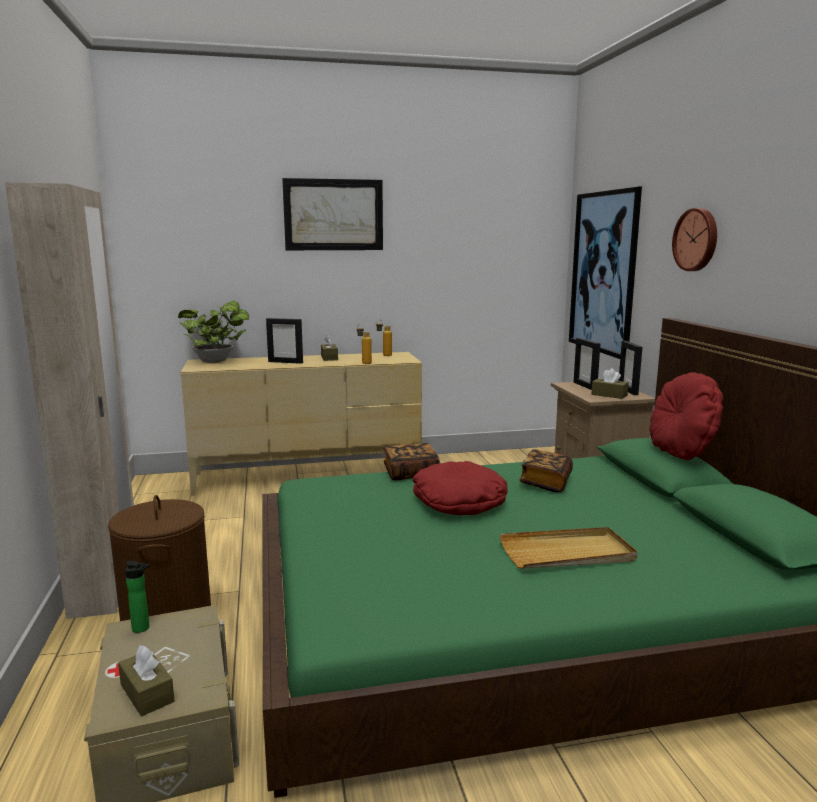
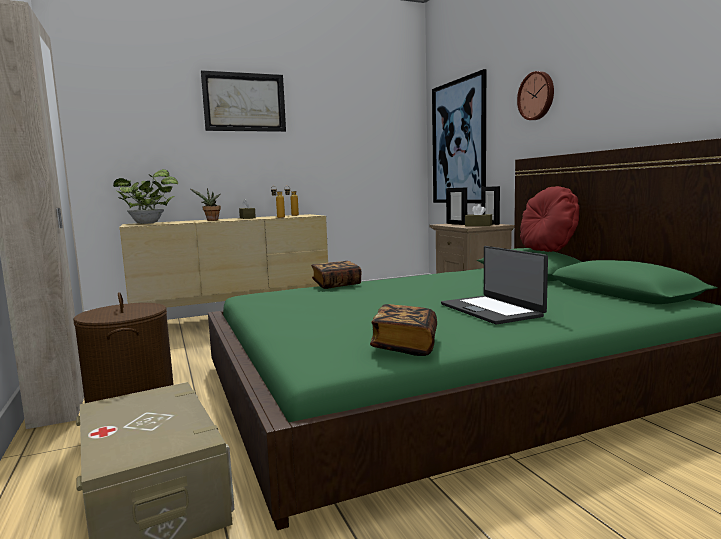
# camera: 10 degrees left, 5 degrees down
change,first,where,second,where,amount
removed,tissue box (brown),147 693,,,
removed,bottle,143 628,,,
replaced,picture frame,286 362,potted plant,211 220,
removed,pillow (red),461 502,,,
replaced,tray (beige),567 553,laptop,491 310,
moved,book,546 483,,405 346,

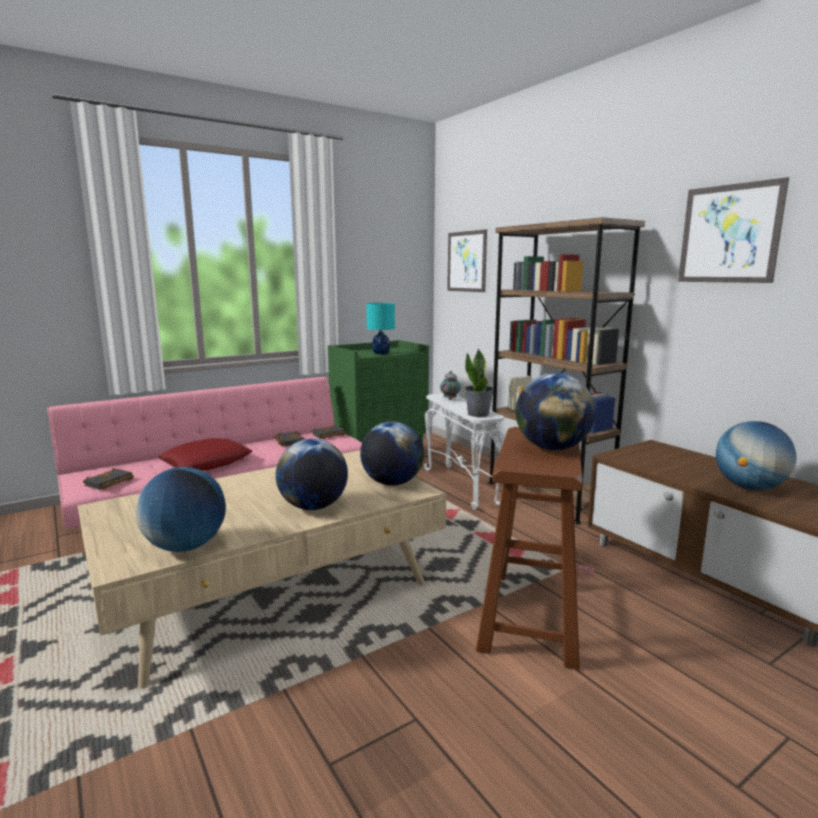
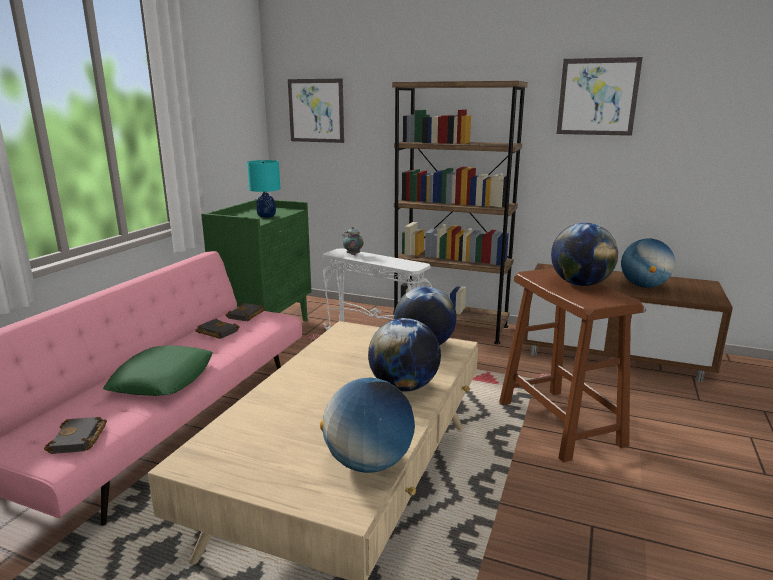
# camera: 35 degrees left, 5 degrees up
change,first,where,second,where,amount
recoloured,pillow (red),207 462,pillow (green),163 379,
removed,potted plant,478 414,,,

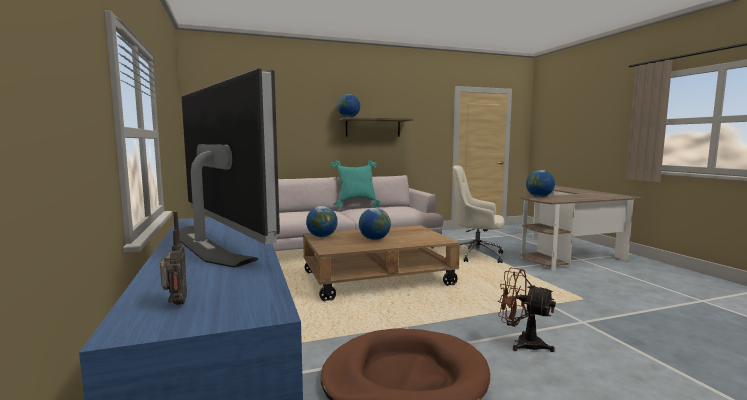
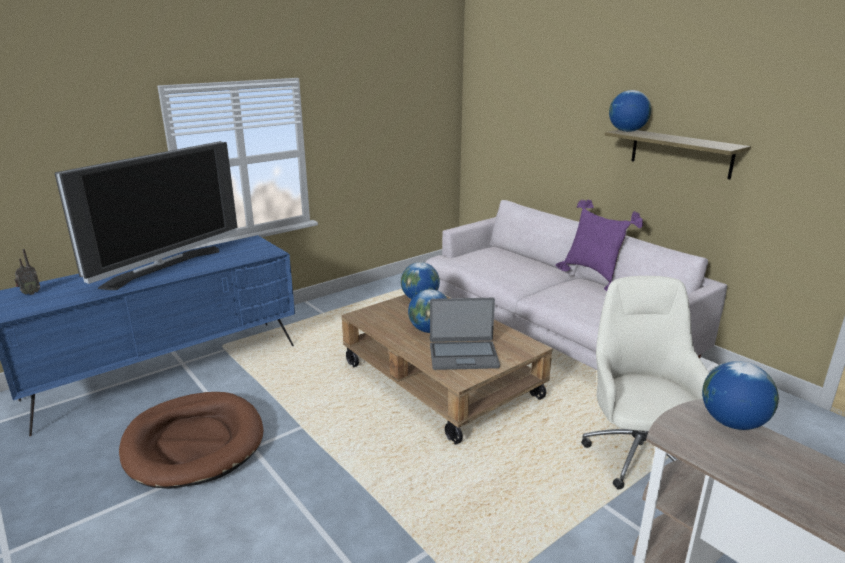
# camera: 70 degrees right, 15 degrees up
change,first,where,second,where,amount
recoloured,pillow (turquoise),356 207,pillow (purple),593 280,
removed,fan (brown),522 343,,,
added,,,laptop,463 356,

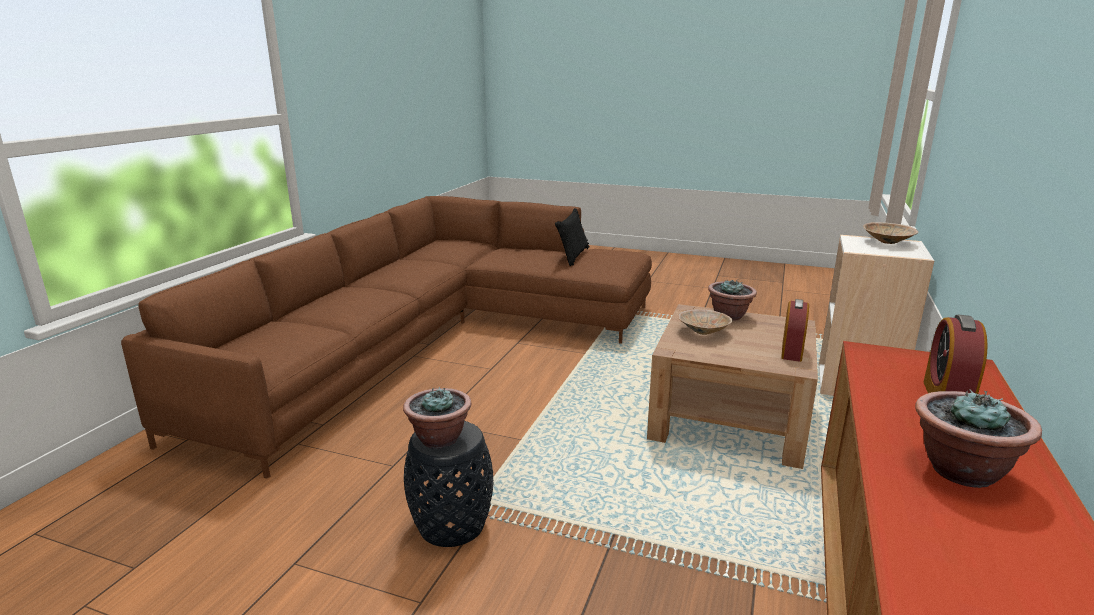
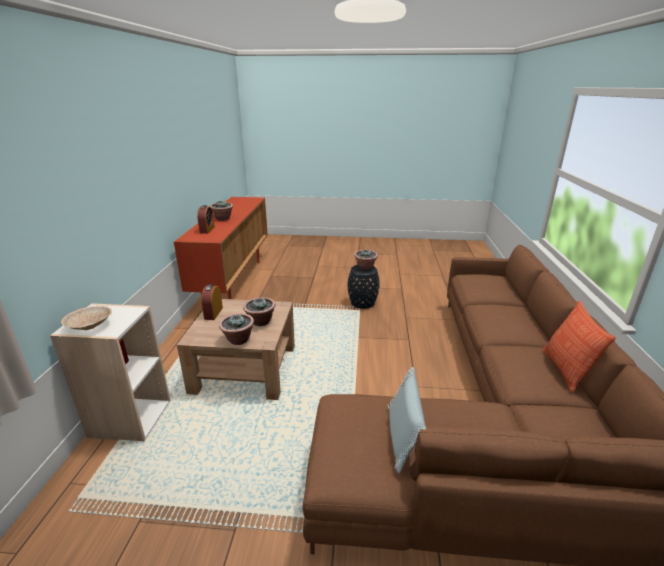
# camera: 165 degrees right, 5 degrees up
change,first,where,second,where,amount
recoloured,pillow (black),572 256,pillow (blue),403 437,
replaced,bowl (beige),704 332,potted plant,260 322,
added,,,pillow (orange),566 371,

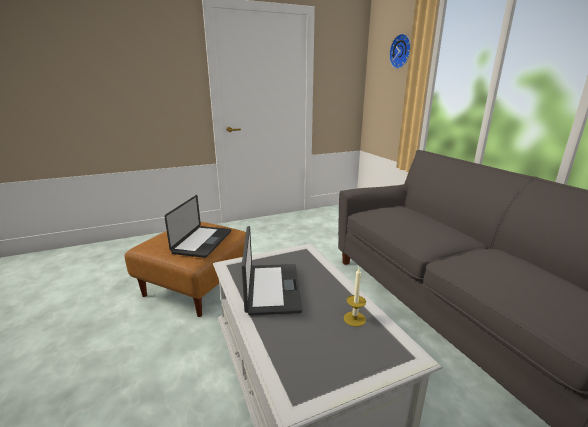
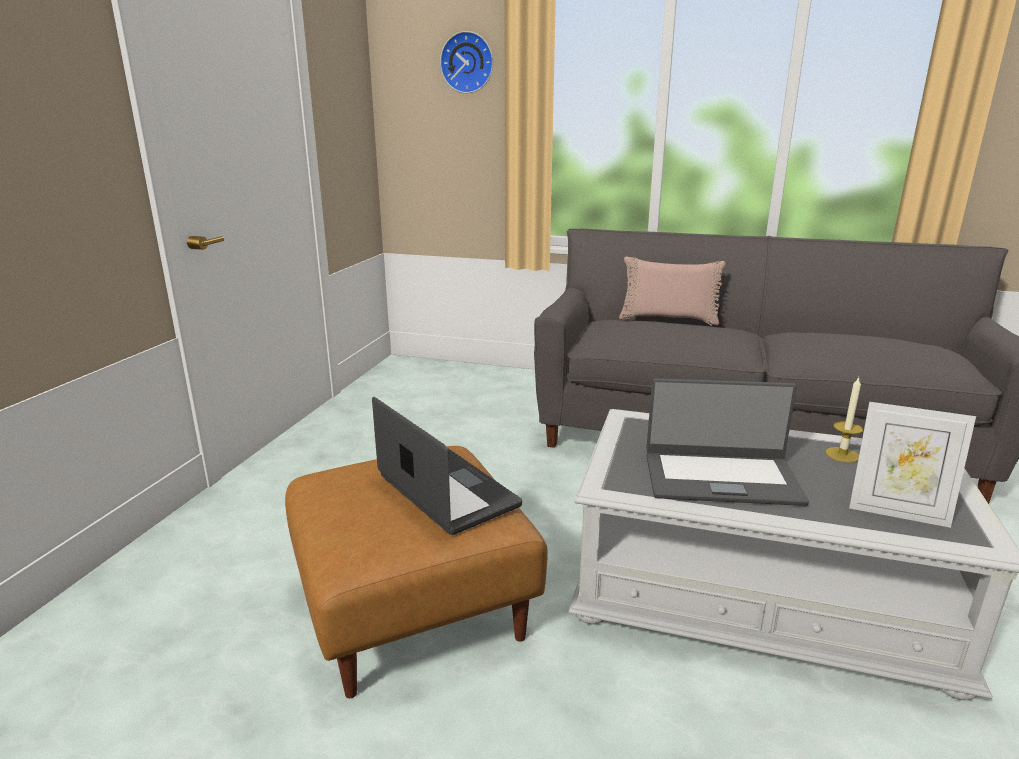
# camera: 50 degrees left, 0 degrees up
change,first,where,second,where,amount
turned,laptop,271 288,,720 478,150 degrees clockwise
added,,,pillow (beige),668 320,
added,,,picture frame,897 512,

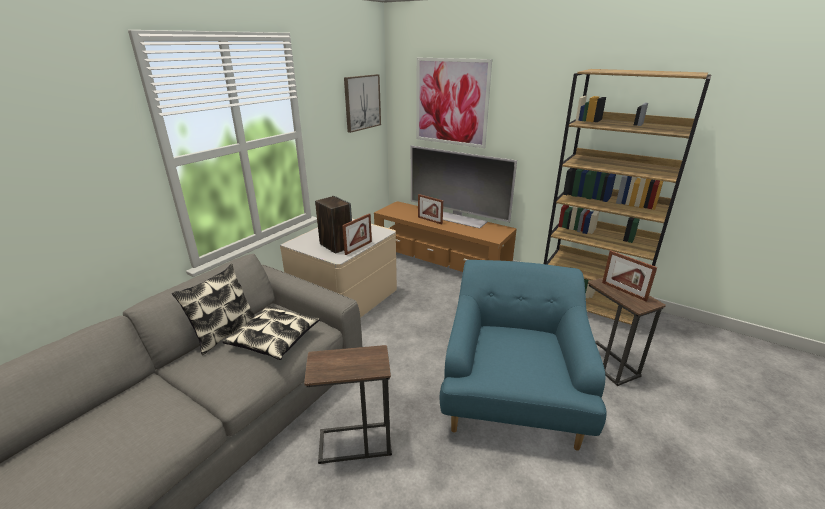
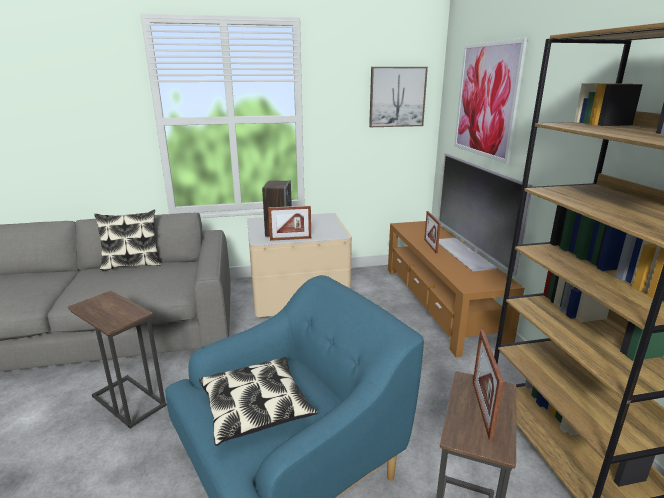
# camera: 45 degrees right, 5 degrees down
change,first,where,second,where,amount
moved,pillow,275 338,,256 407,

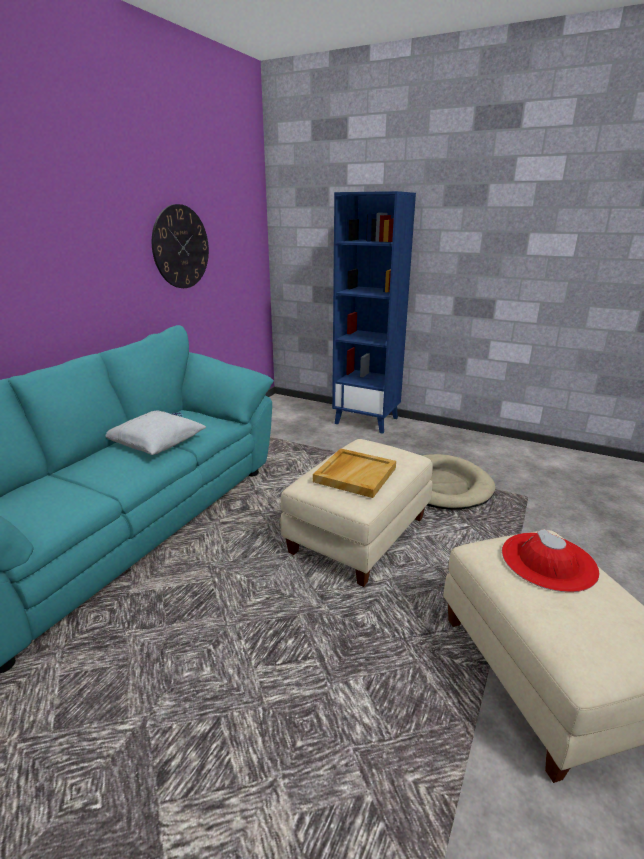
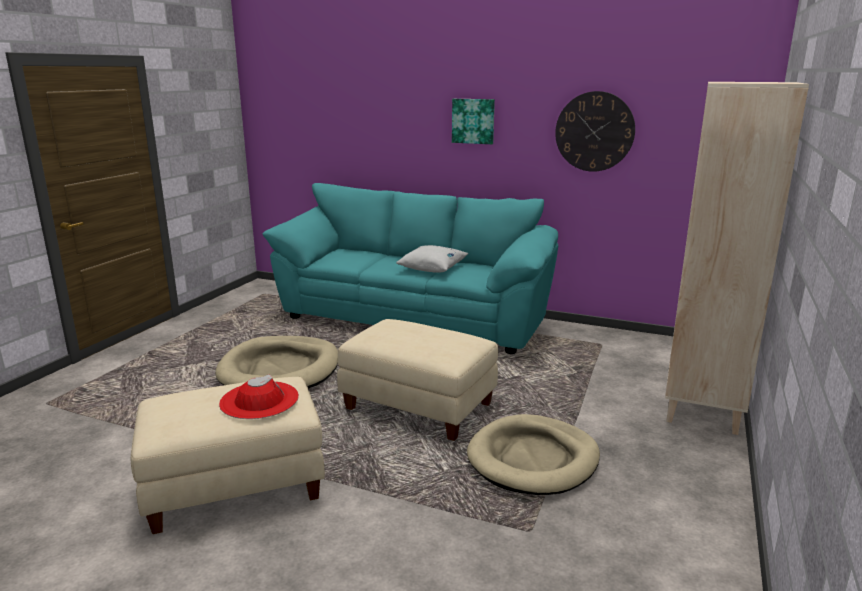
# camera: 85 degrees right, 5 degrees down
change,first,where,second,where,amount
removed,tray (beige),355 474,,,
recoloured,bookcase (blue),367 420,bookcase (beige),702 410,
added,,,dog bed (beige),280 370,
added,,,picture,473 121,

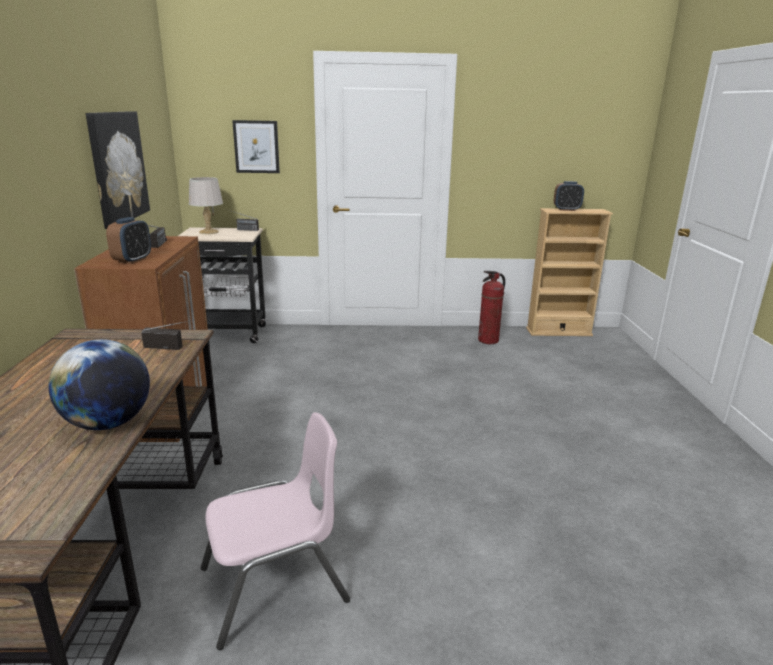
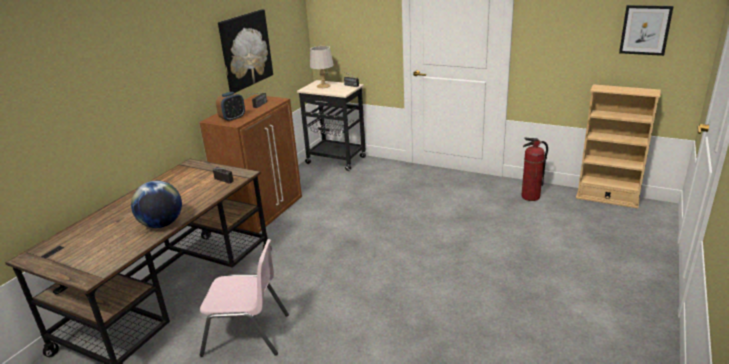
# camera: 30 degrees right, 5 degrees up
change,first,where,second,where,amount
moved,picture,256 147,,645 30,
removed,alarm clock,566 209,,,

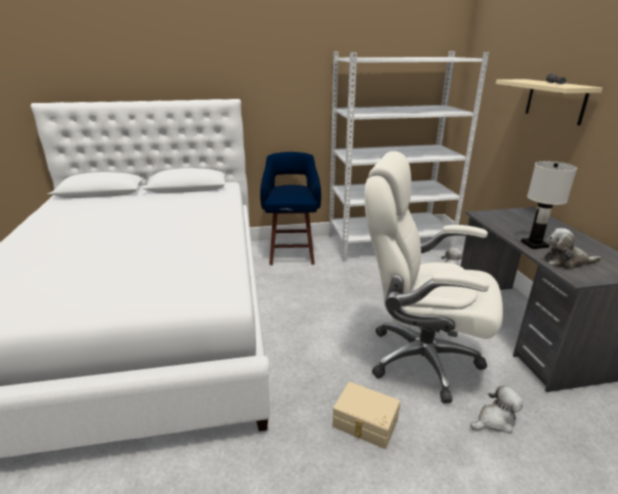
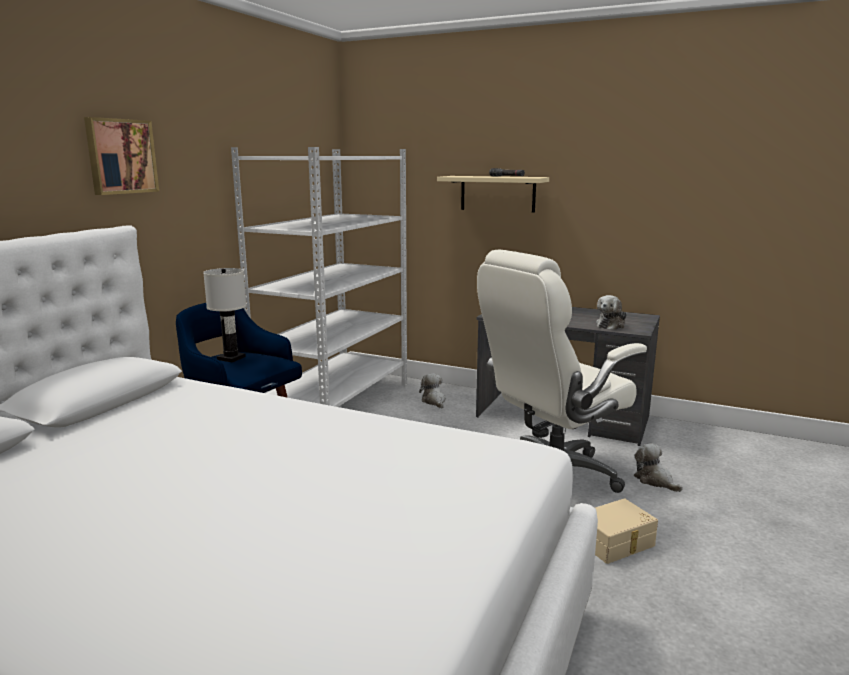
# camera: 55 degrees left, 10 degrees down
change,first,where,second,where,amount
turned,plush toy,495 420,,655 480,45 degrees counterclockwise
moved,table lamp (white),534 244,,230 358,
added,,,picture,120 156,

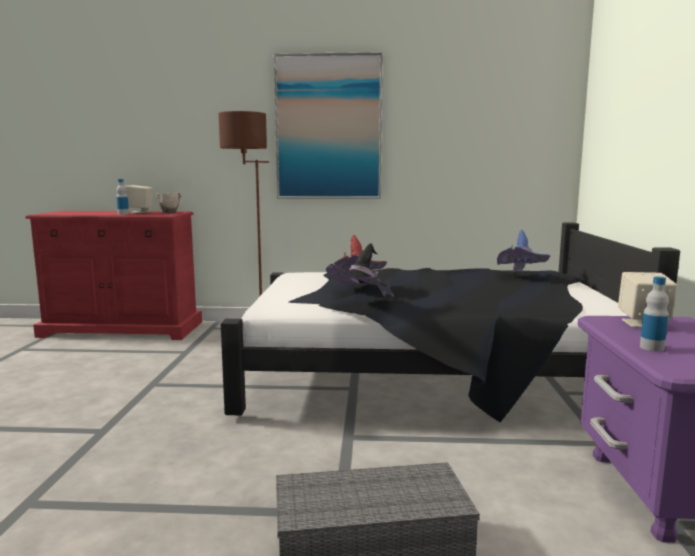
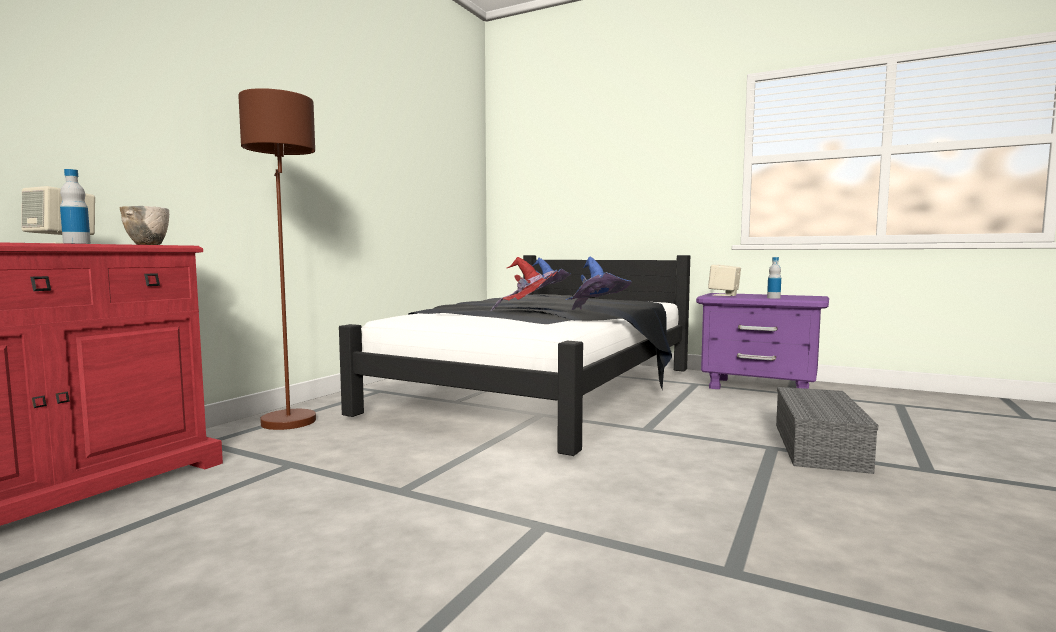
# camera: 65 degrees left, 5 degrees down
change,first,where,second,where,amount
removed,picture,328 127,,,
recoloured,hat (black),362 303,hat (blue),596 313,

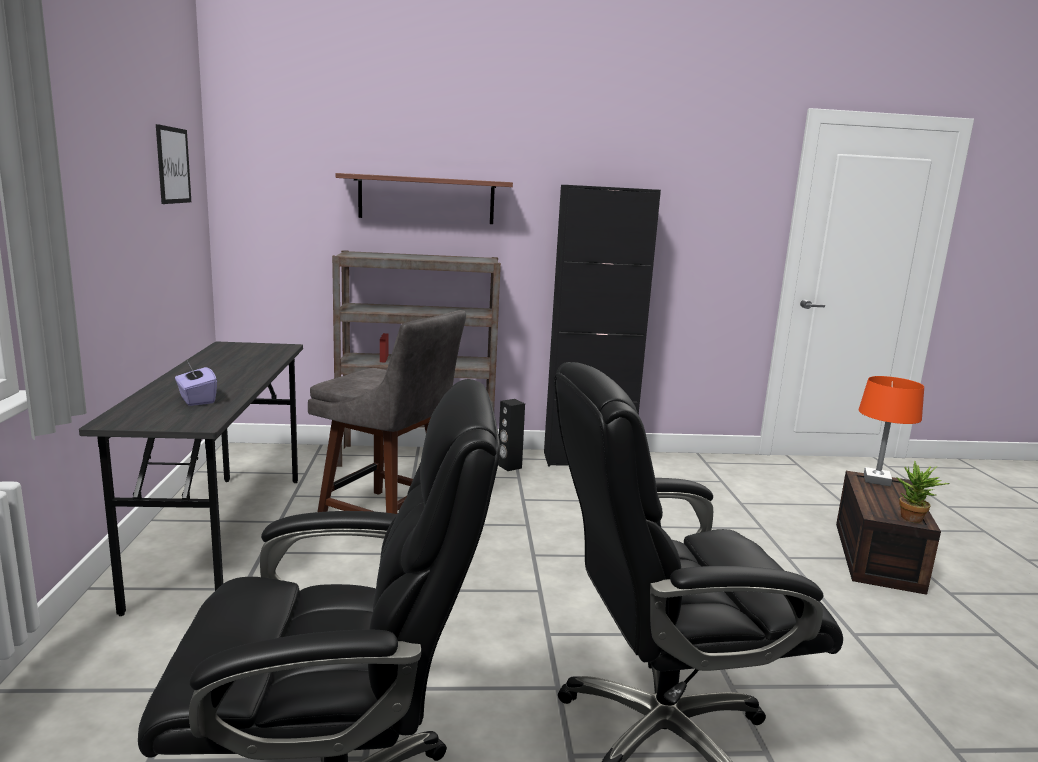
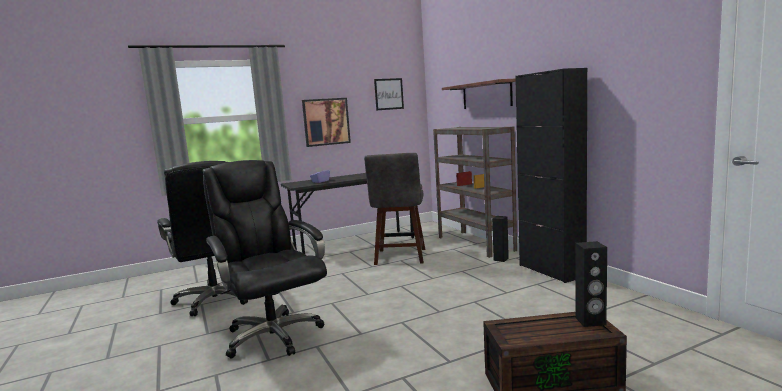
# camera: 70 degrees right, 5 degrees down
change,first,where,second,where,amount
replaced,table lamp (orange),876 480,speaker (black),590 321,
removed,potted plant,913 520,,,
added,,,picture,326 122,

